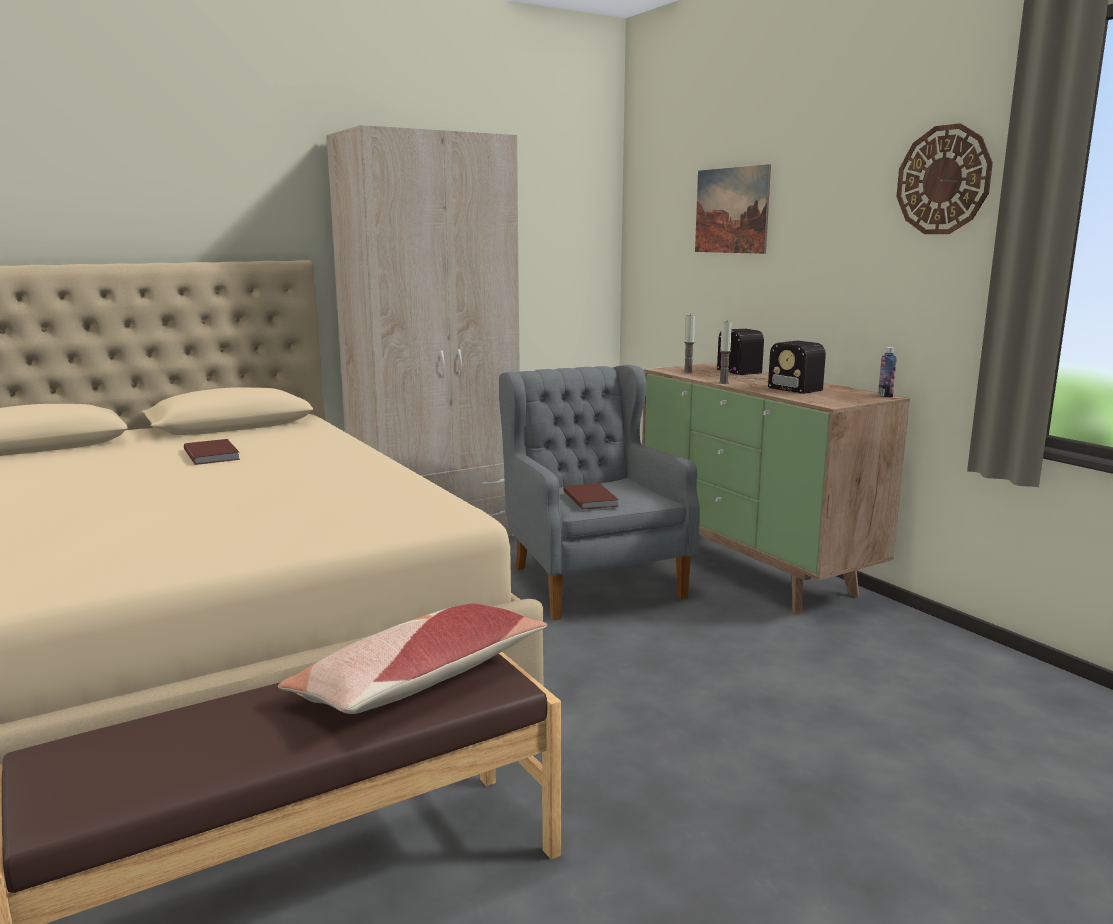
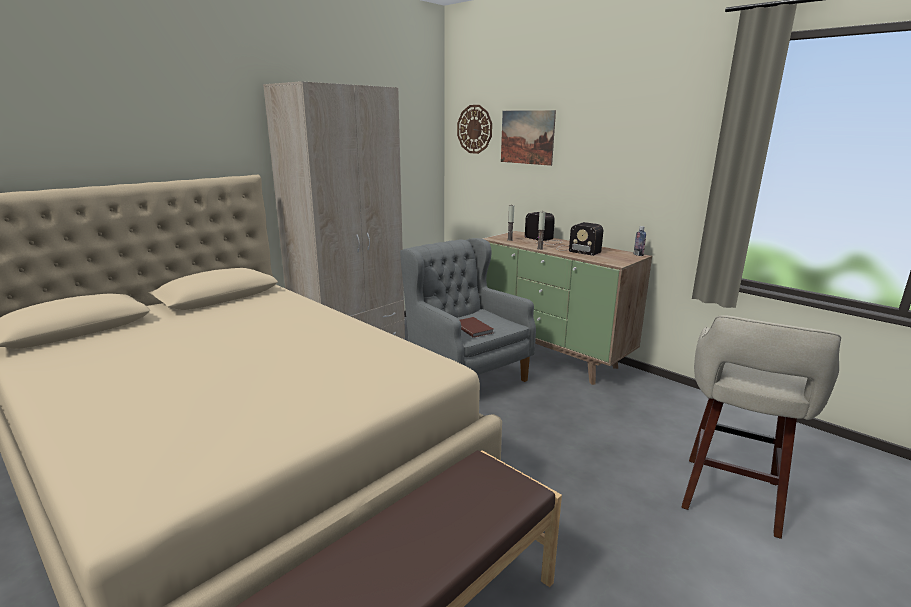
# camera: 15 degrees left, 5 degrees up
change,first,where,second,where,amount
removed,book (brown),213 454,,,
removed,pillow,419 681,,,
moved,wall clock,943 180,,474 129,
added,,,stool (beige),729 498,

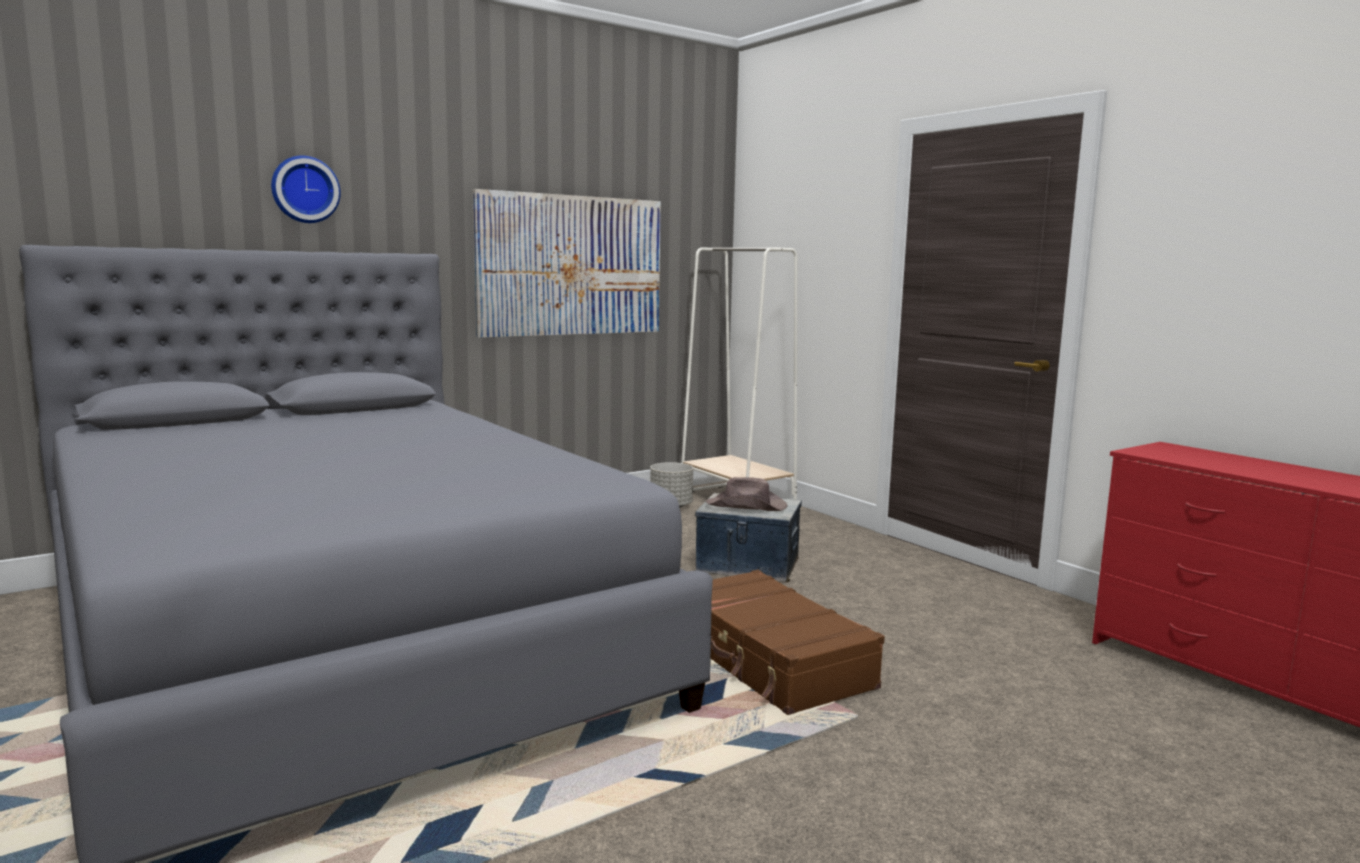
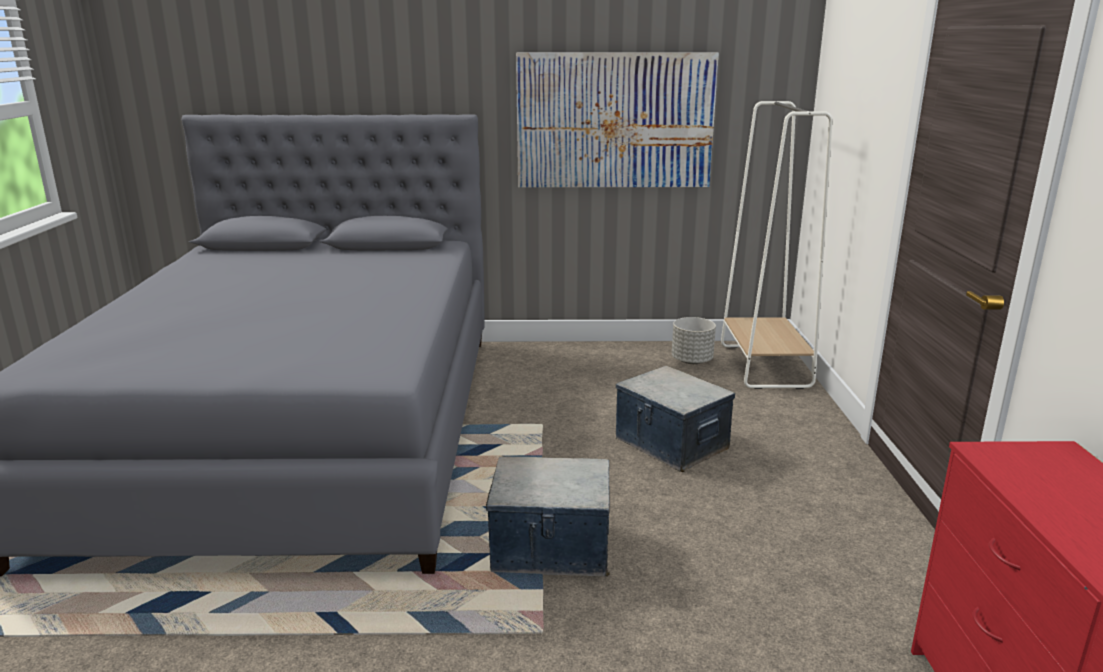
# camera: 35 degrees right, 10 degrees up
change,first,where,second,where,amount
removed,wall clock,305 189,,,
removed,hat (brown),747 506,,,
replaced,suitcase (brown),768 660,storage box,551 548,

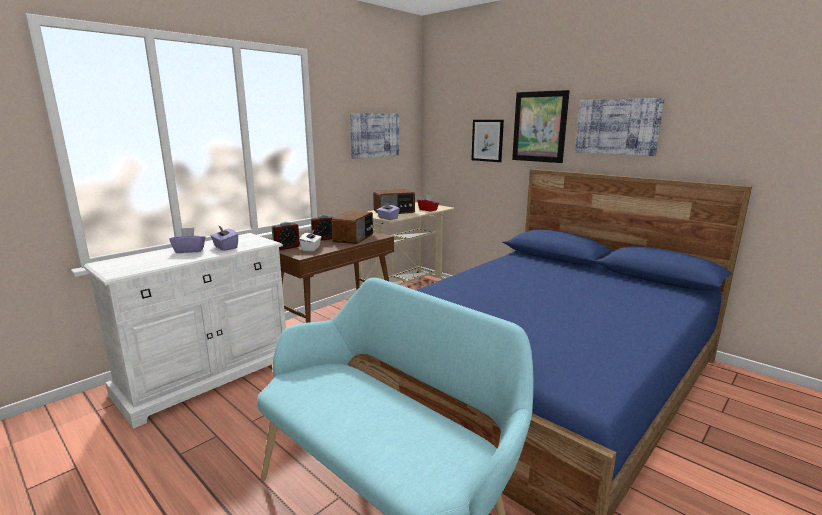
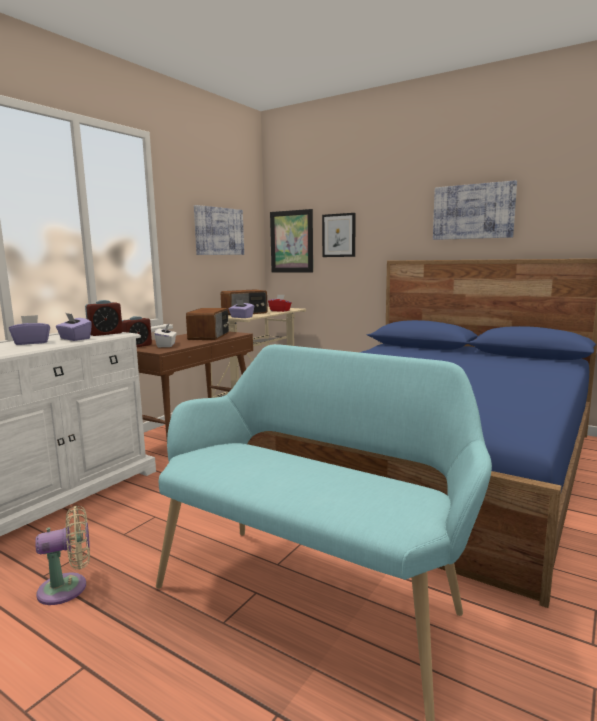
# camera: 10 degrees left, 5 degrees down
change,first,where,second,where,amount
moved,alarm clock,324 239,,105 334,
moved,picture,539 127,,291 241,
added,,,fan (beige),68 588,

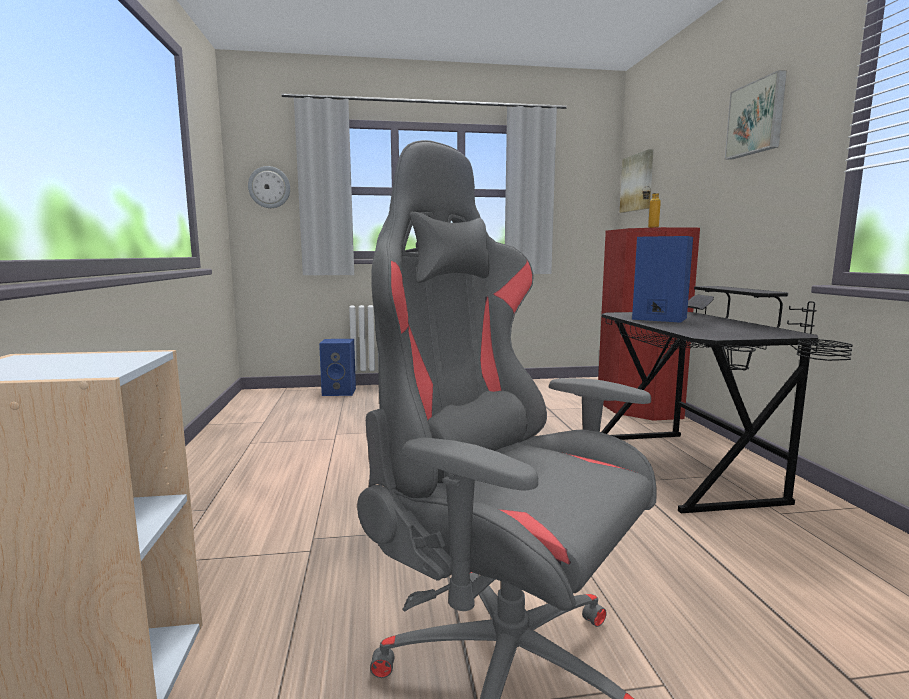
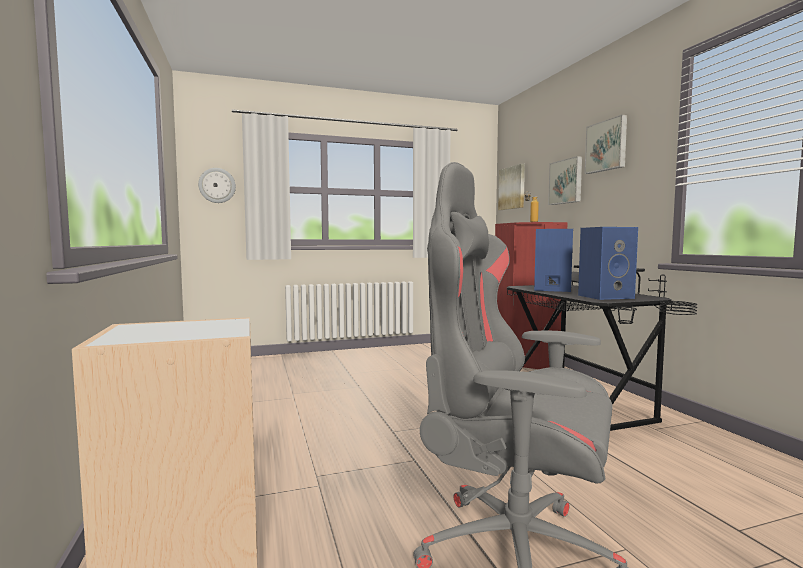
# camera: 10 degrees left, 5 degrees down
change,first,where,second,where,amount
moved,speaker (blue),340 392,,606 296,
added,,,picture,566 181,

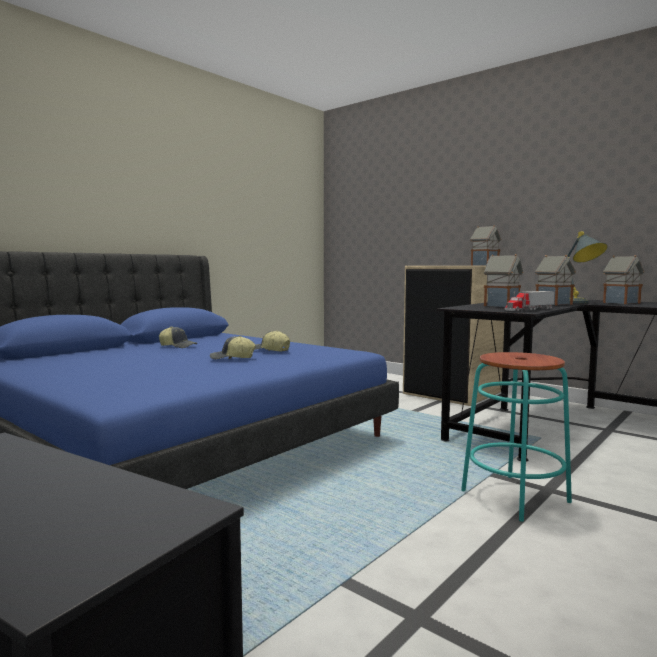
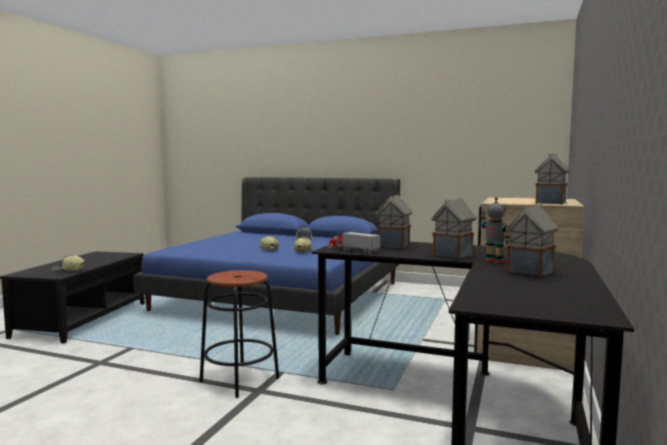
# camera: 70 degrees right, 0 degrees up
change,first,where,second,where,amount
recoloured,stool (turquoise),515 496,stool (black),239 379,
replaced,table lamp (grey),581 303,toy robot,494 261,
added,,,cap,68 270,

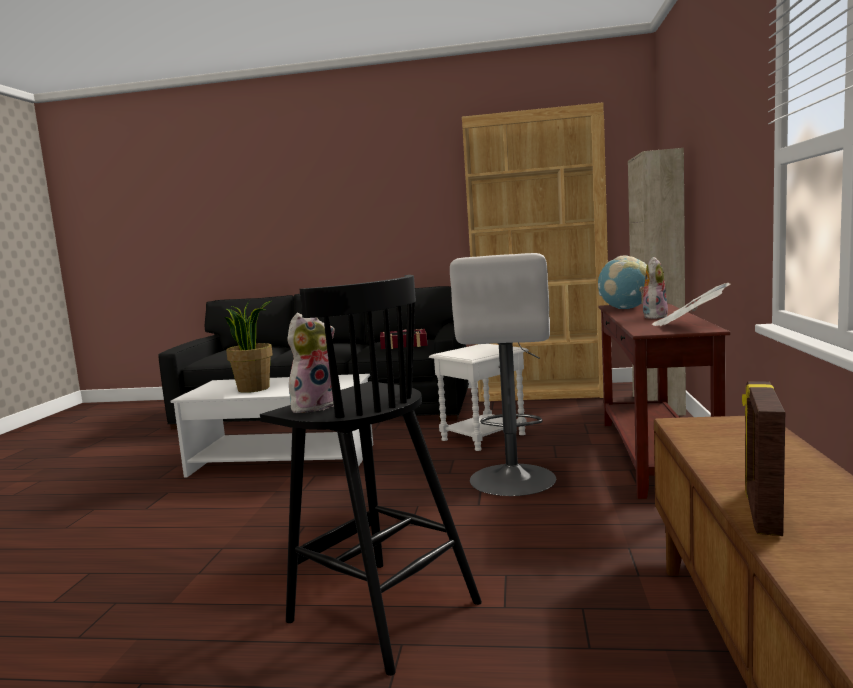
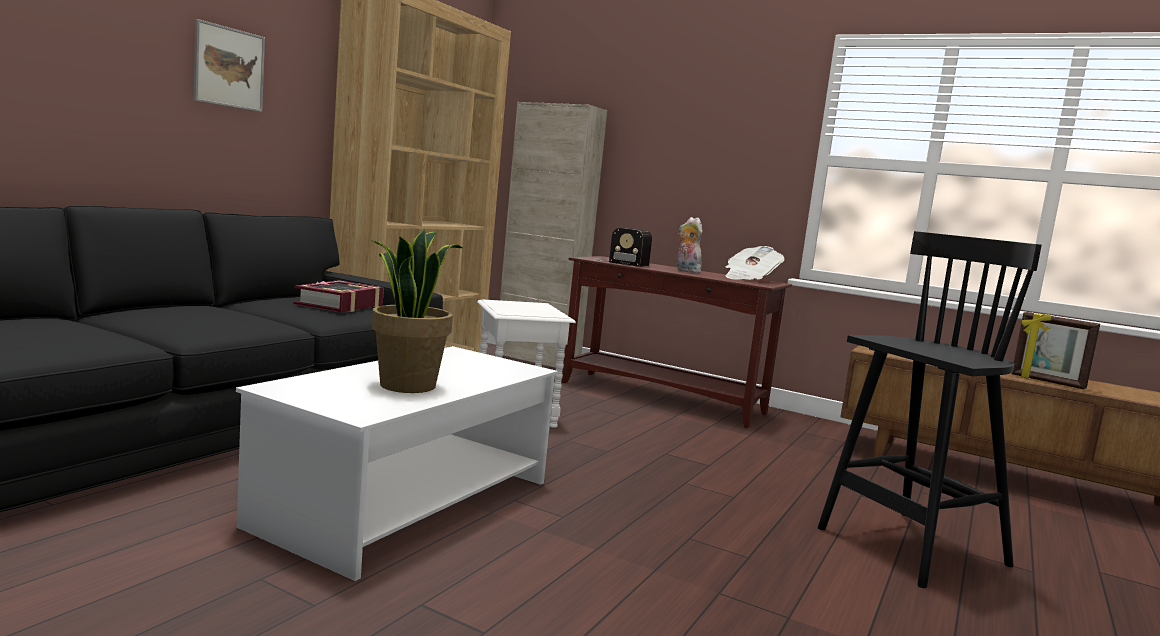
# camera: 70 degrees left, 0 degrees up
change,first,where,second,where,amount
removed,plush toy,314 406,,,
removed,stool (white),511 480,,,
replaced,globe,625 309,radio,618 262,
added,,,picture,229 67,

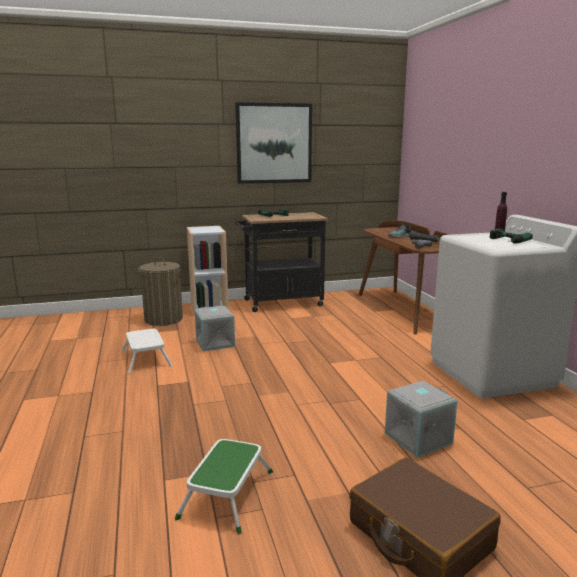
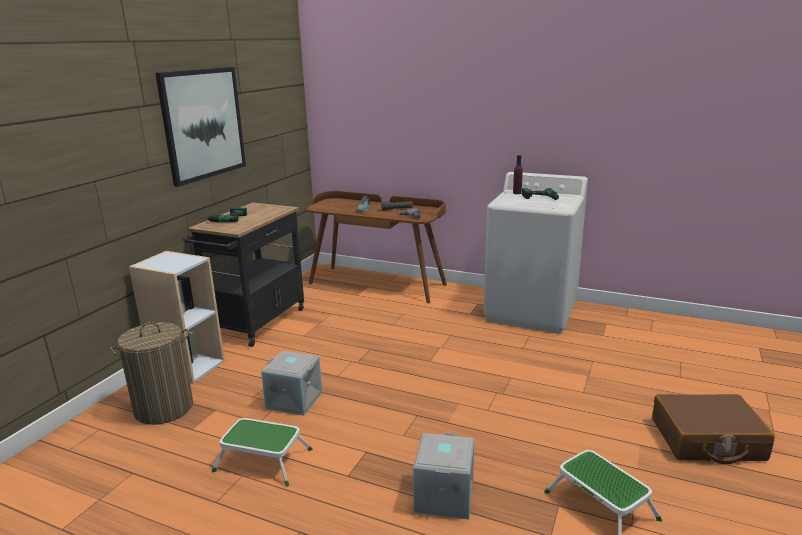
# camera: 50 degrees left, 5 degrees up
change,first,where,second,where,amount
recoloured,step ladder (white),146 358,step ladder (green),263 460,
moved,storage box (grey),417 437,,443 495,

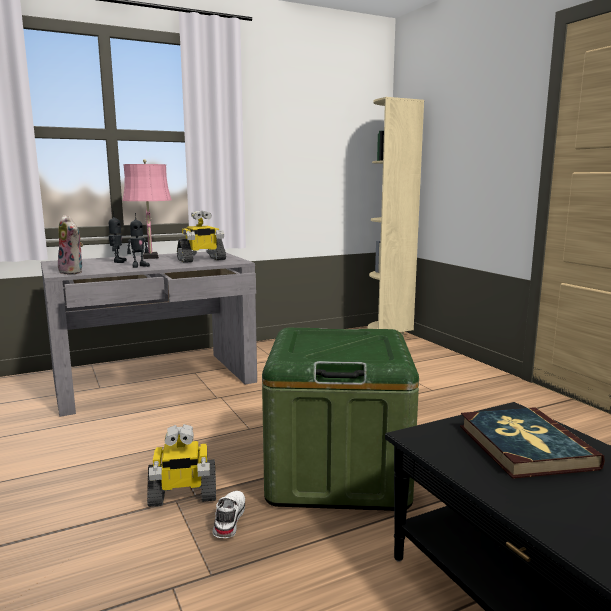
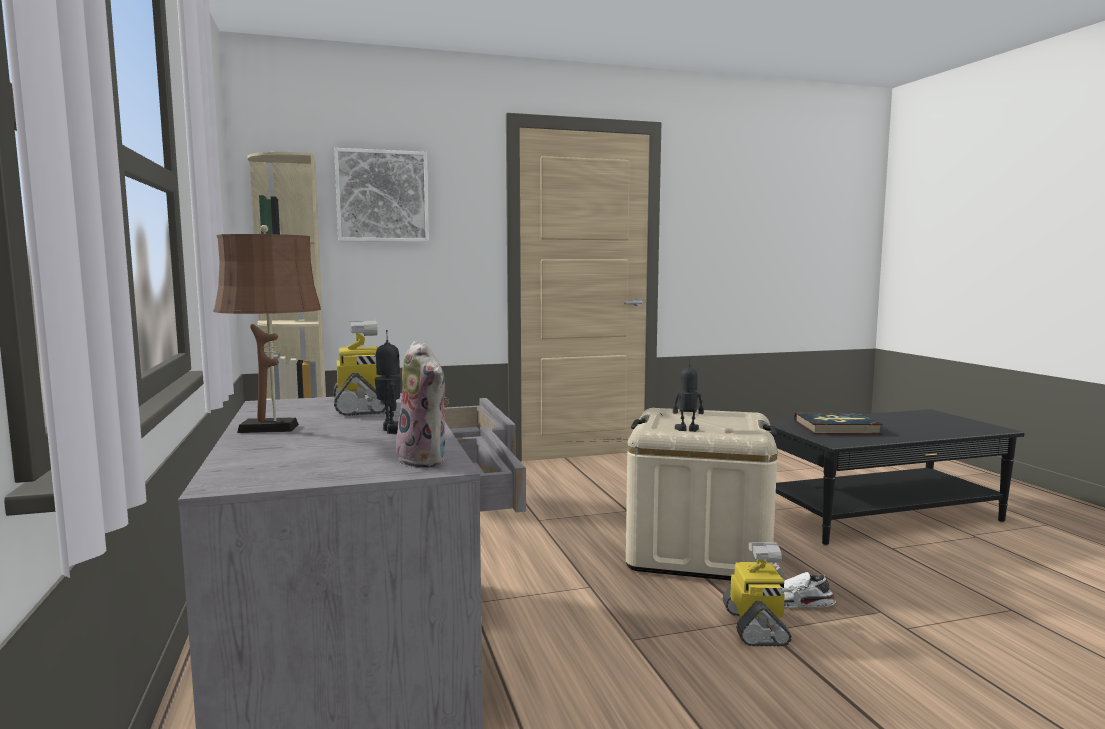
# camera: 80 degrees left, 5 degrees down
change,first,where,second,where,amount
turned,plush toy,73 272,,426 460,90 degrees clockwise
moved,toy robot,118 261,,687 430,
recoloured,table lamp (pink),150 257,table lamp (brown),274 428,
recoloured,storage box (green),338 472,storage box (beige),699 551,
added,,,picture,382 196,

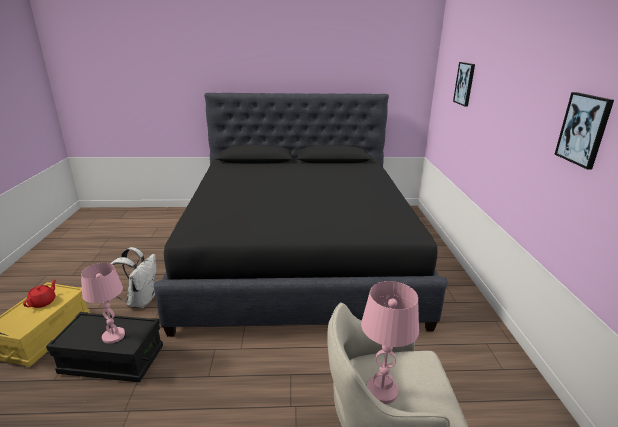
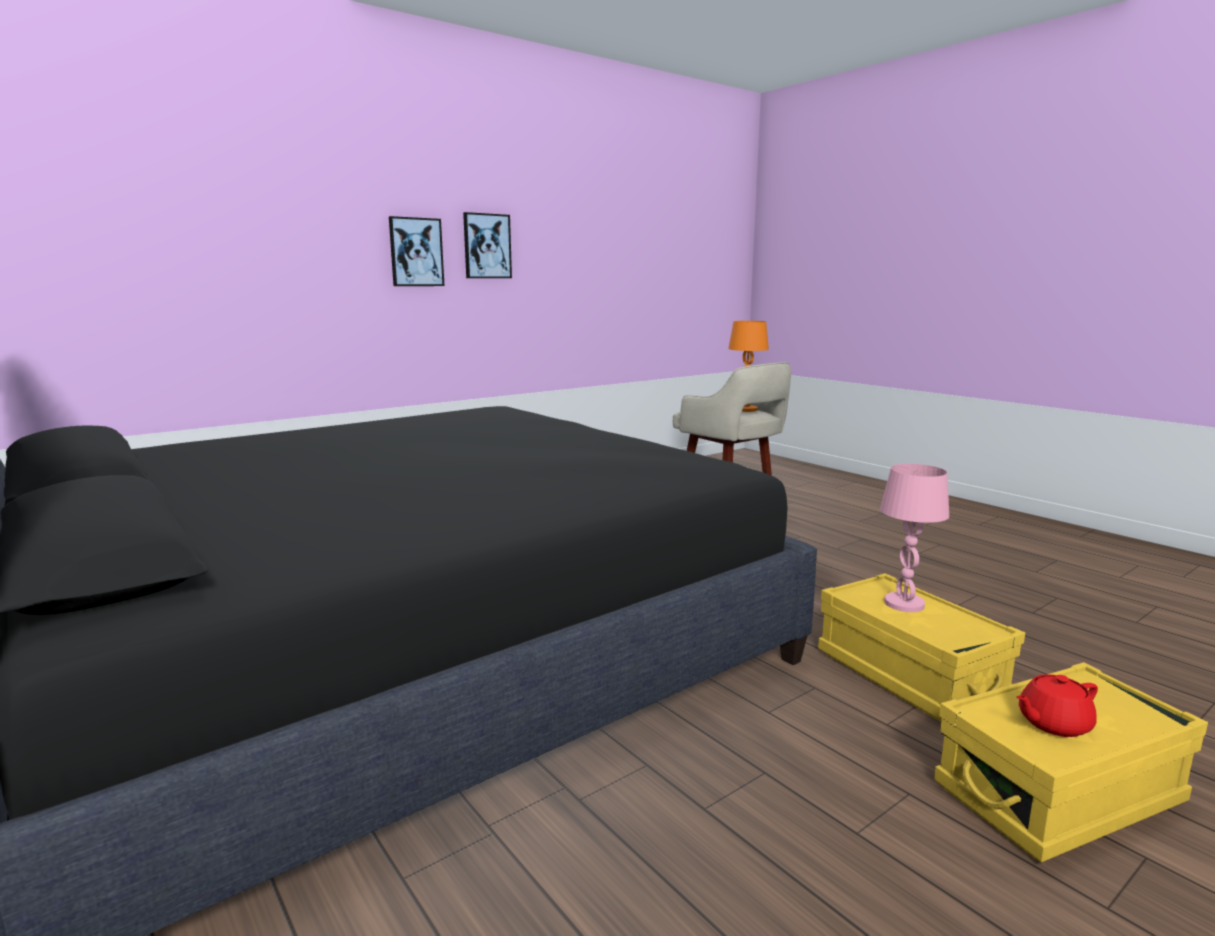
# camera: 125 degrees left, 10 degrees down
change,first,where,second,where,amount
recoloured,storage box (black),112 360,storage box (yellow),909 675,
removed,backpack (white),141 300,,,
recoloured,table lamp (pink),382 390,table lamp (orange),745 409,
moved,picture,465 84,,416 252,

